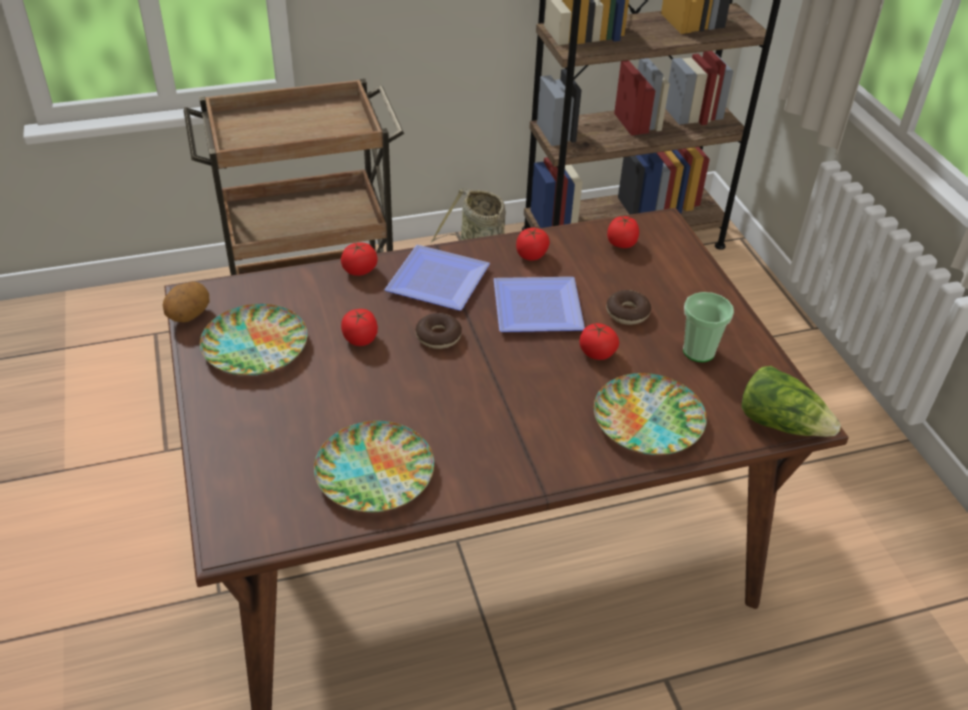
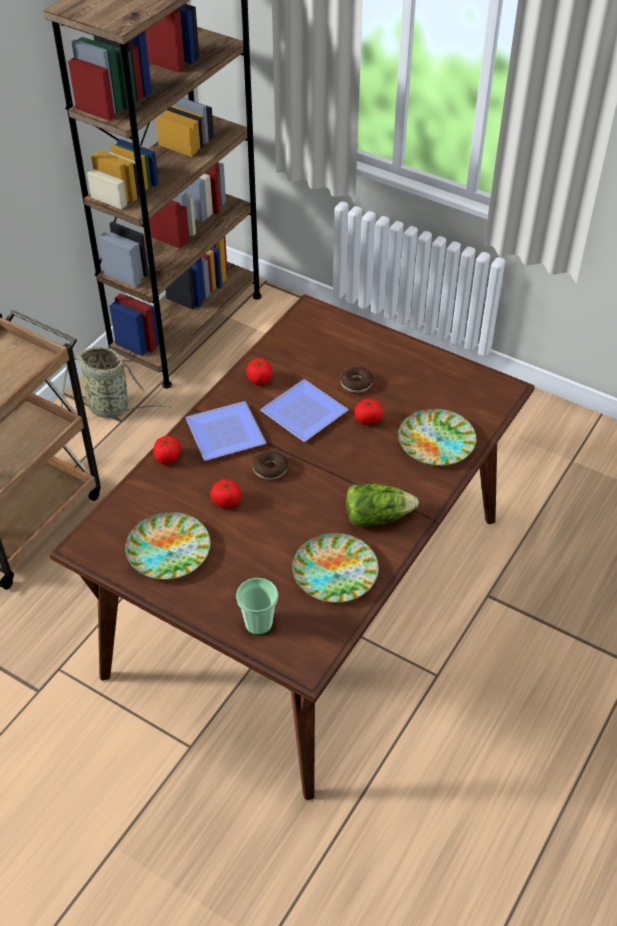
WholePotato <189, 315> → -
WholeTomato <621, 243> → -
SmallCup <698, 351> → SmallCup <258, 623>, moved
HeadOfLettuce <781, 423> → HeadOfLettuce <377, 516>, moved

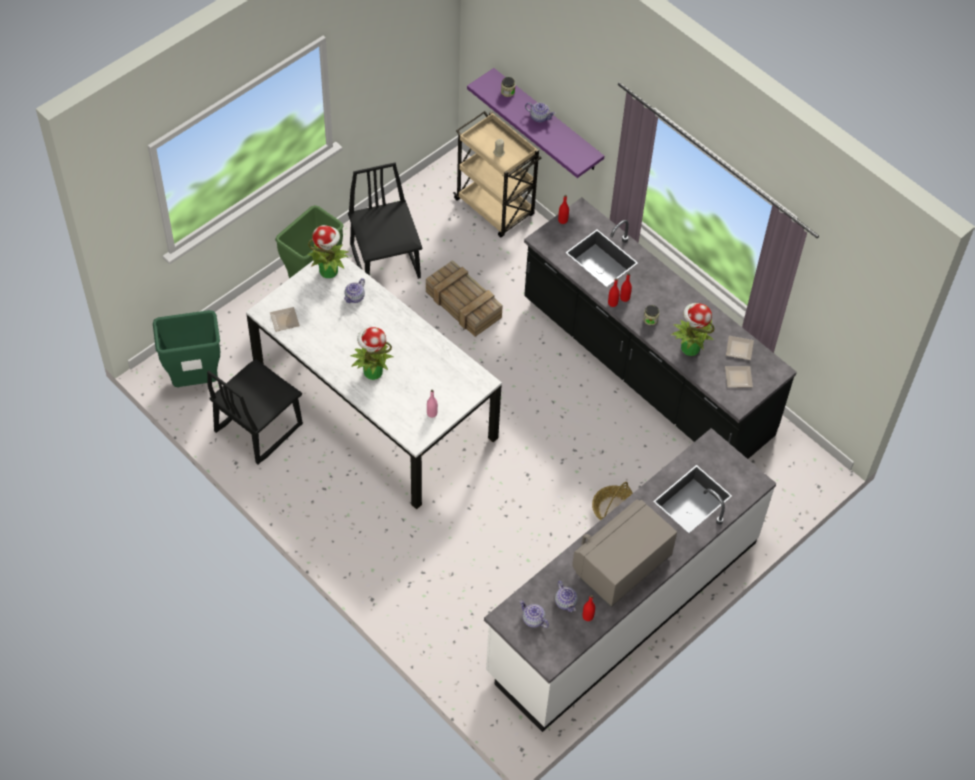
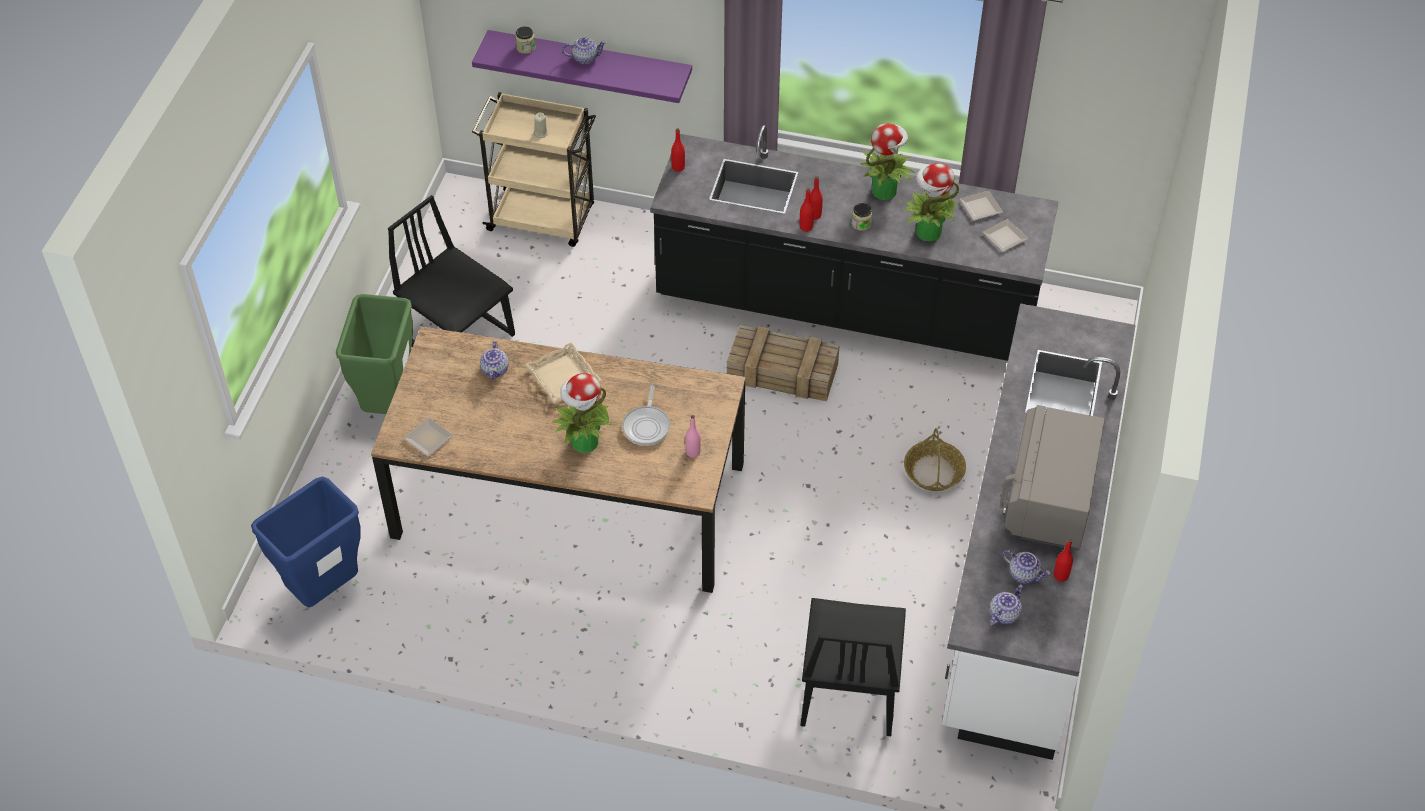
GreenColouredWasteBin <196, 380> → BlueColouredWasteBin <325, 589>
BlackUprightChair <258, 427> → BlackUprightChair <848, 690>, moved
WhiteColouredDinnerTable <376, 403> → BrownDinnerTable <570, 500>
PlantInAPot <329, 270> → PlantInAPot <884, 190>, moved
ShippingCrate <464, 305> → ShippingCrate <784, 372>, moved
TeaPot <533, 619> → TeaPot <1004, 614>, 120 degrees clockwise
- → SandColouredServingTray <563, 377>
- → Pan <647, 426>

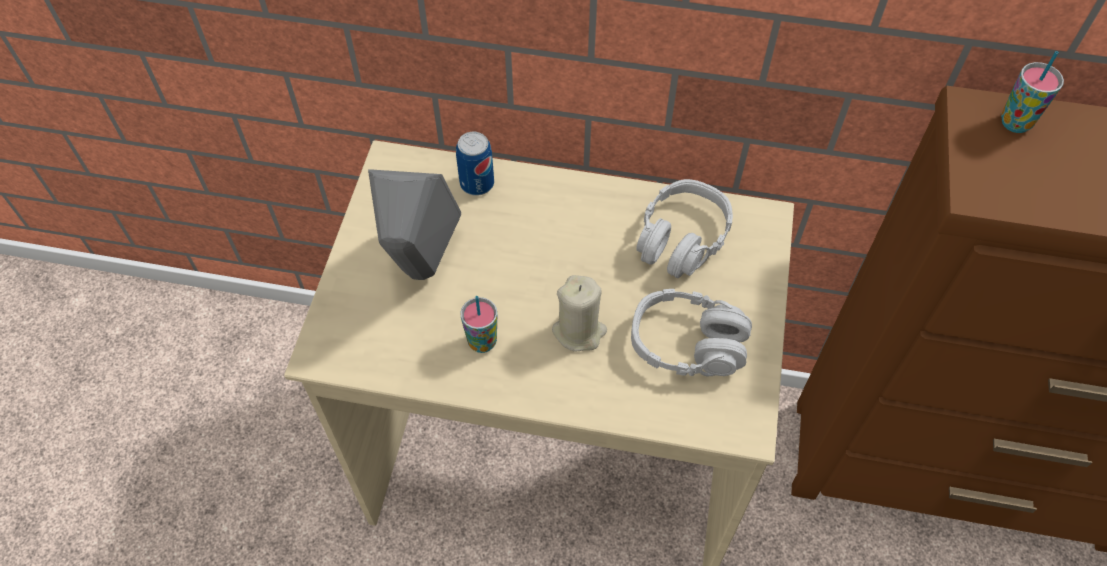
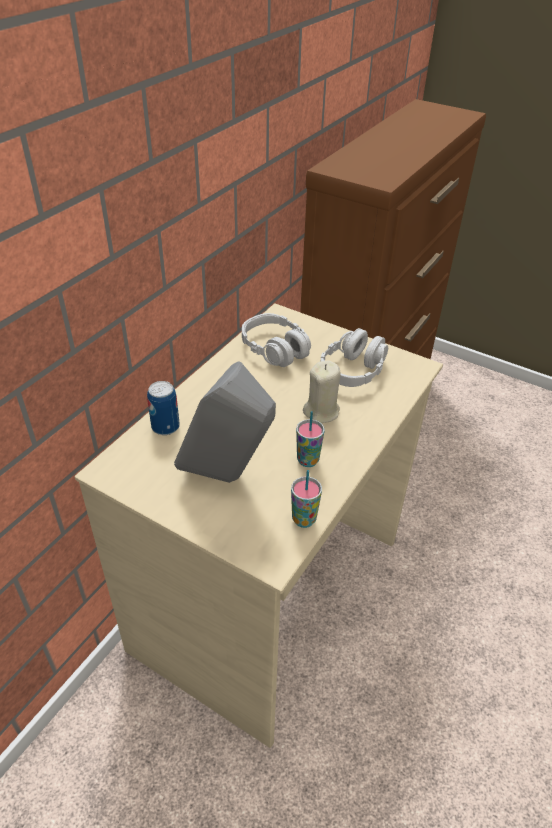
SmallCup <1015, 123> → SmallCup <304, 519>, moved

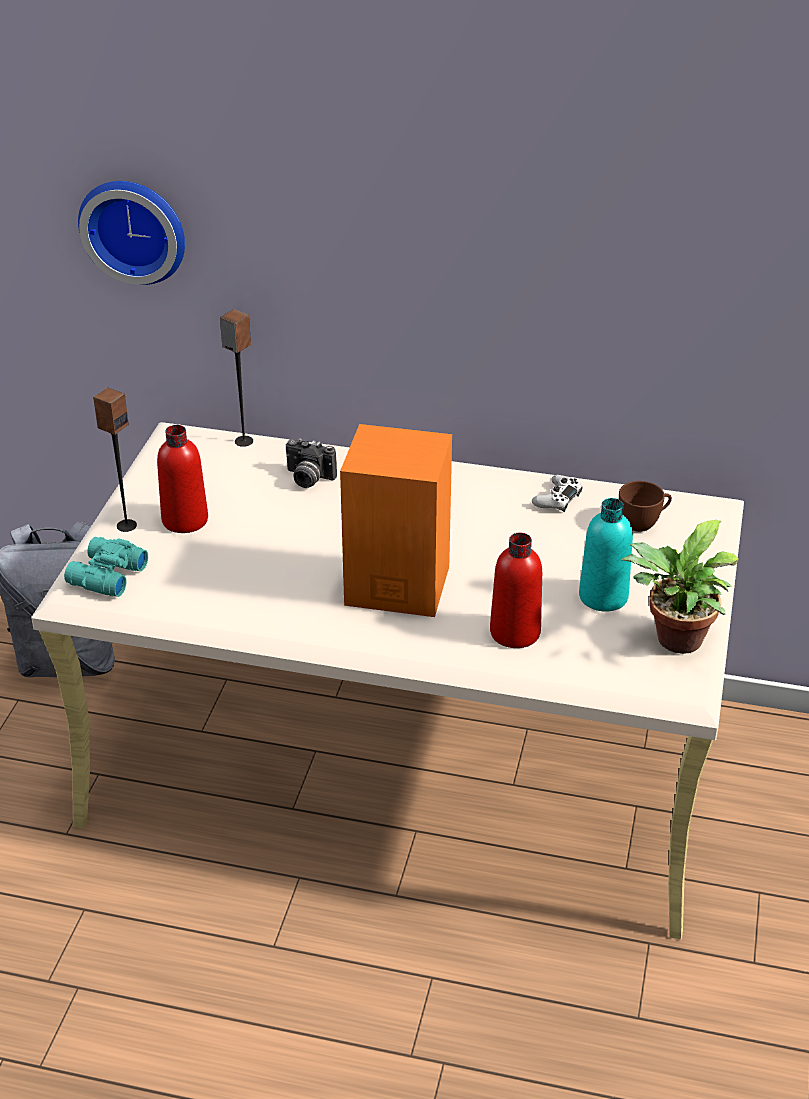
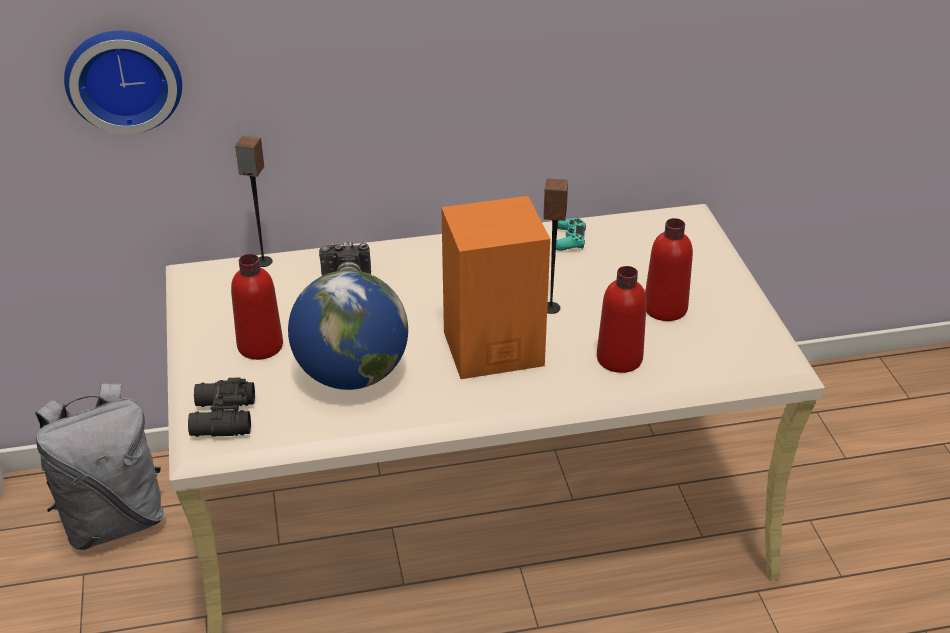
BlueGreenBinoculars <105, 576> → BlackBinoculars <221, 419>
AudioSpeaker <126, 525> → AudioSpeaker <550, 308>, moved
WhiteColouredJoypad <557, 499> → BlueGreenJoypad <569, 240>
BlueGreenBeverageBottle <603, 596> → RedColouredBeverageBottle <665, 308>
BrownSmallCup <643, 523> → -
PlantInAPot <675, 642> → -
- → DeskGlobe <352, 375>

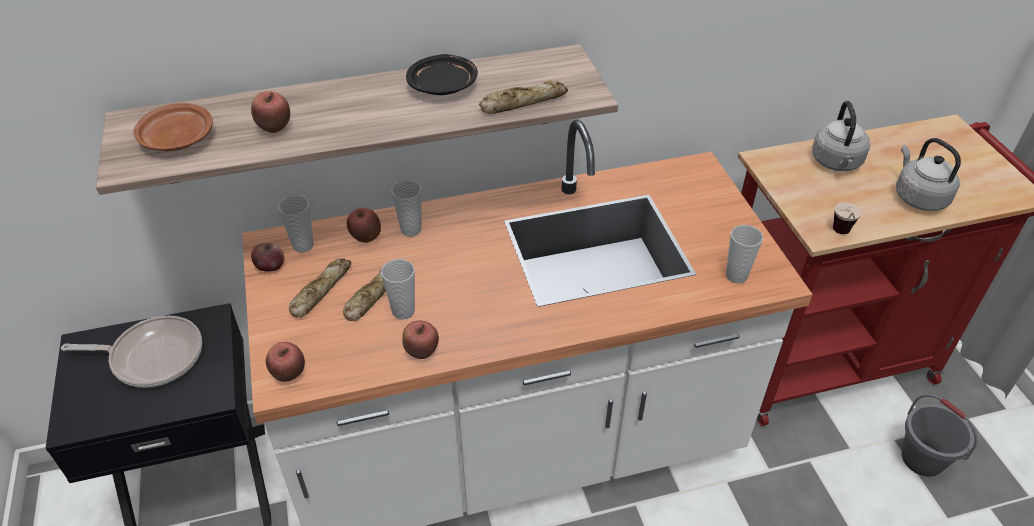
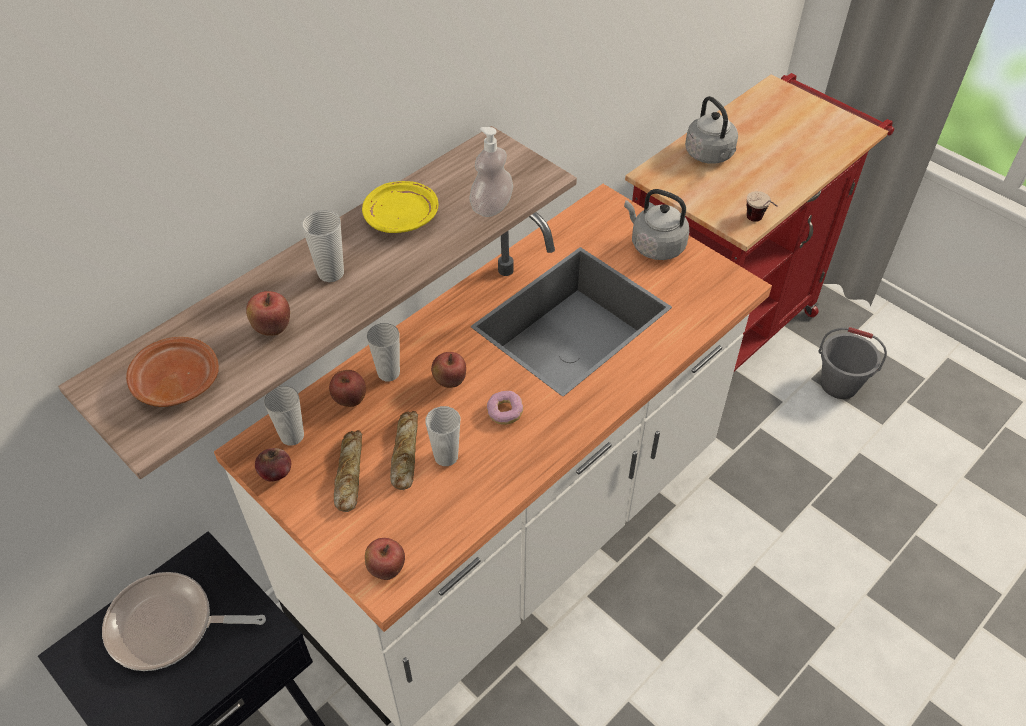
Pan <152, 356> → Pan <168, 626>, 150 degrees counterclockwise
AppleFruit <421, 352> → AppleFruit <449, 382>, moved
BlackDinnerPlate <443, 85> → YellowColouredDinnerPlate <402, 217>
Bread <522, 102> → LiquidSoapBottle <491, 207>
SmallCup <736, 276> → SmallCup <331, 273>, moved
GrayTeaKettle <918, 197> → GrayTeaKettle <655, 245>, moved
- → Doughnut <505, 412>

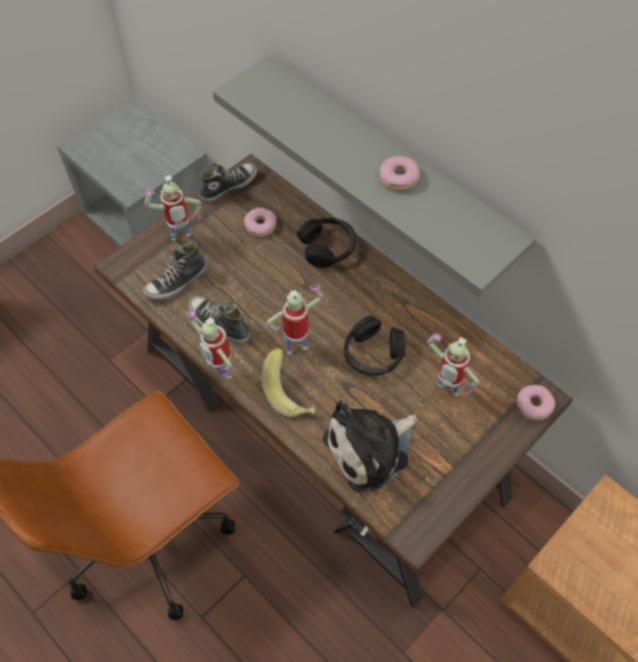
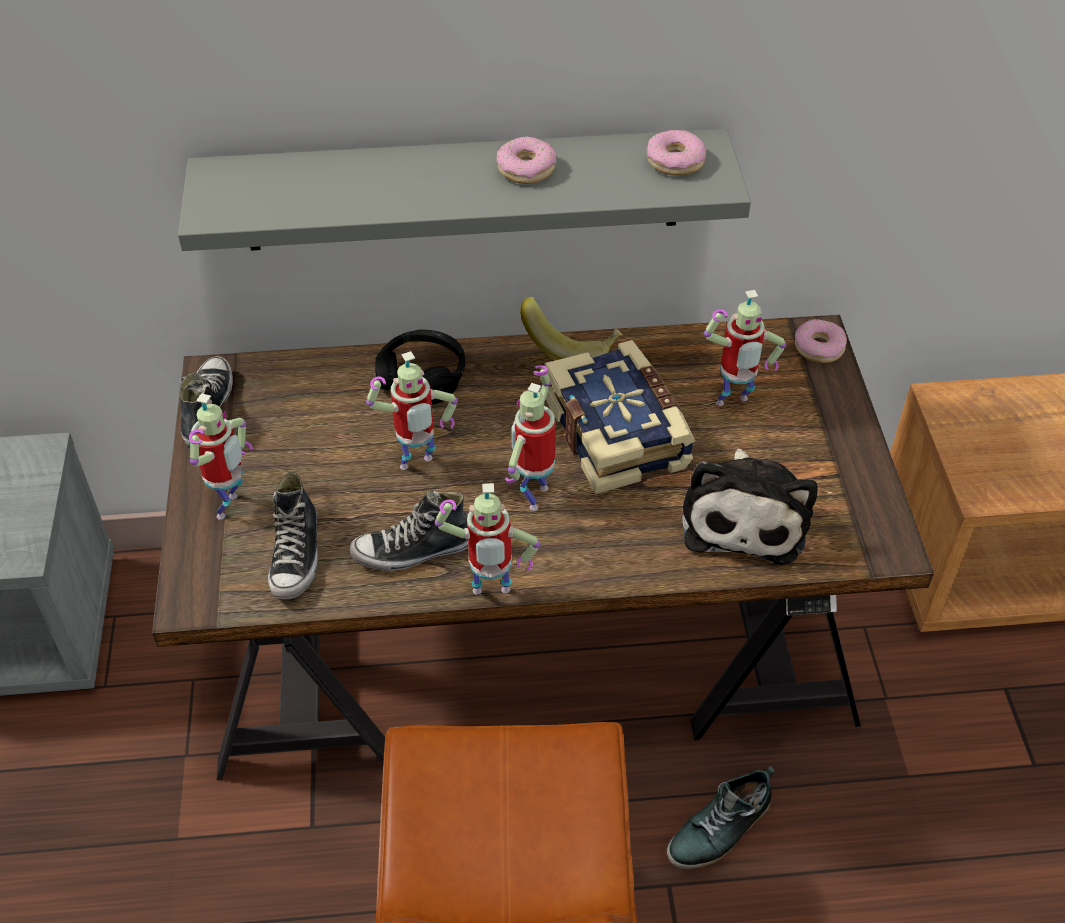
Doughnut <260, 225> → Doughnut <675, 161>, moved
Banana <290, 393> → Banana <571, 346>, moved
BlackHeadset <373, 354> → BoundBook <619, 433>
- → ToyRobot <417, 466>
- → LowShoe <720, 829>

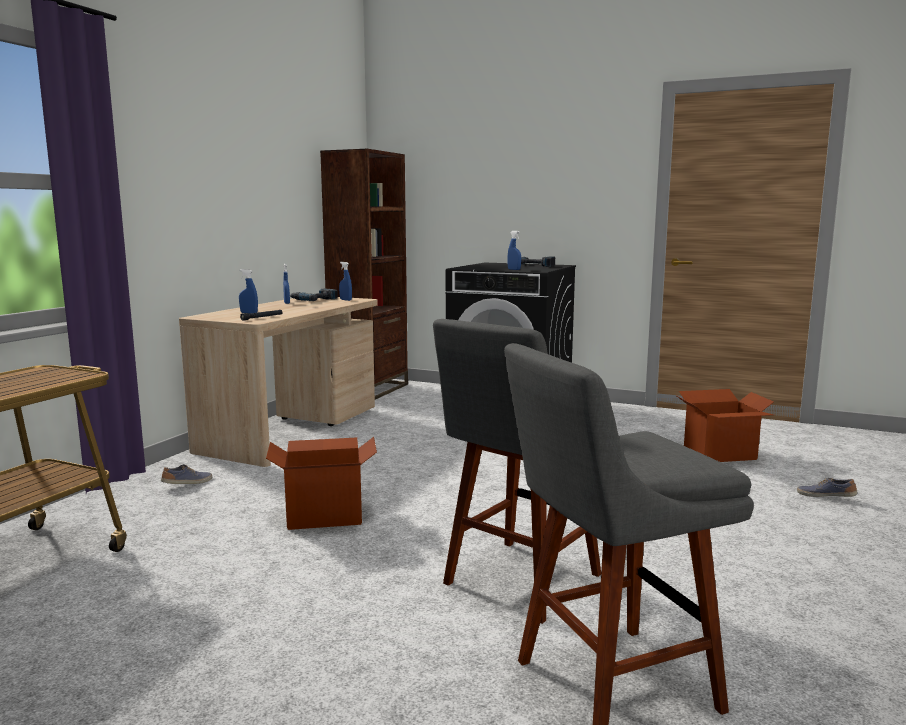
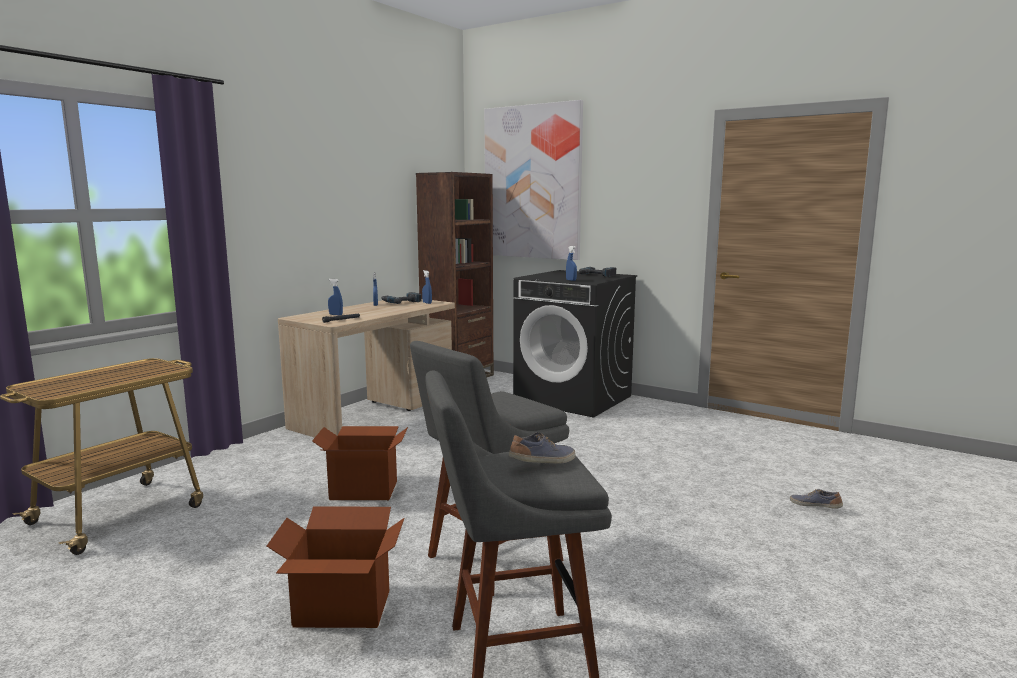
LowShoe <188, 484> → LowShoe <543, 463>, moved
Carton <720, 454> → Carton <342, 609>, moved
- → WallPicture <532, 182>

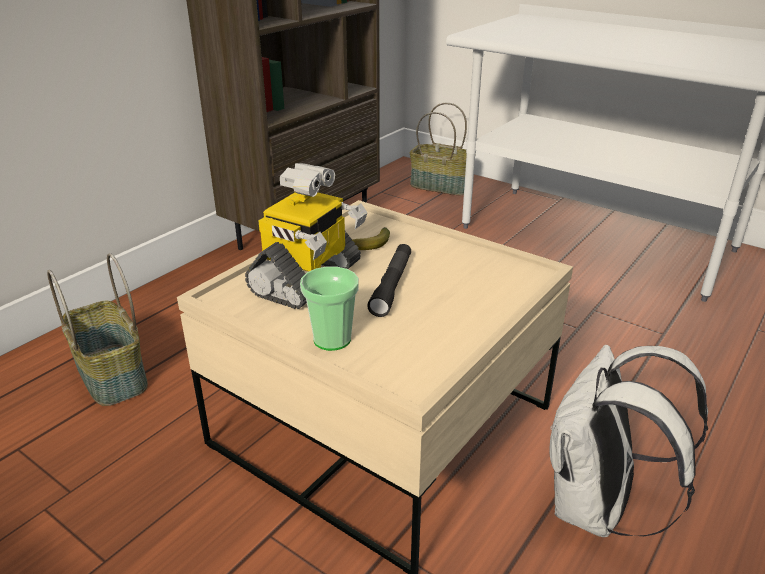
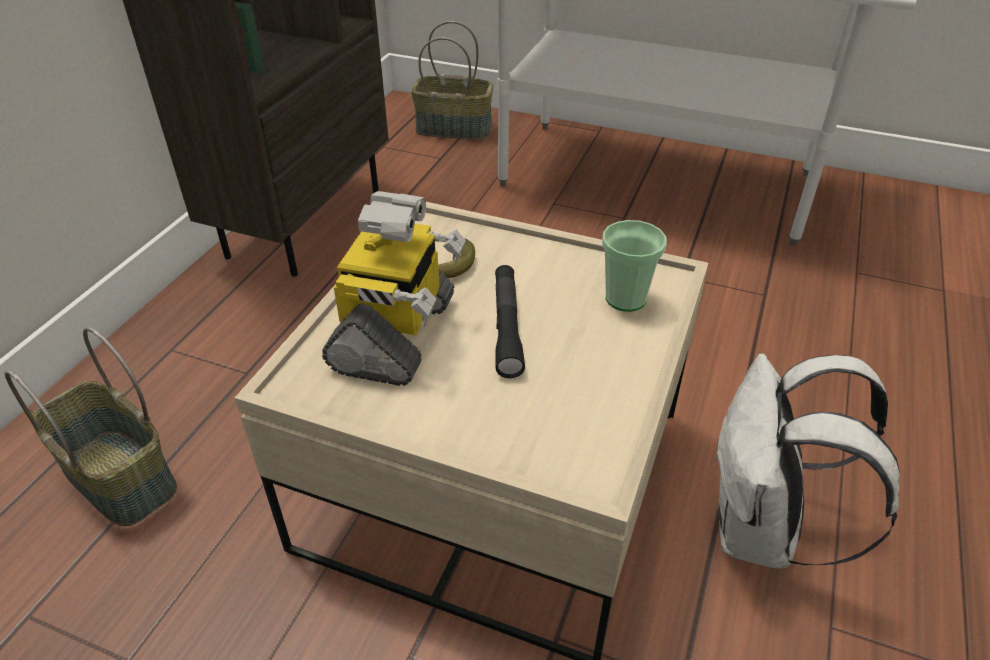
SmallCup <332, 339> → SmallCup <625, 298>, moved

